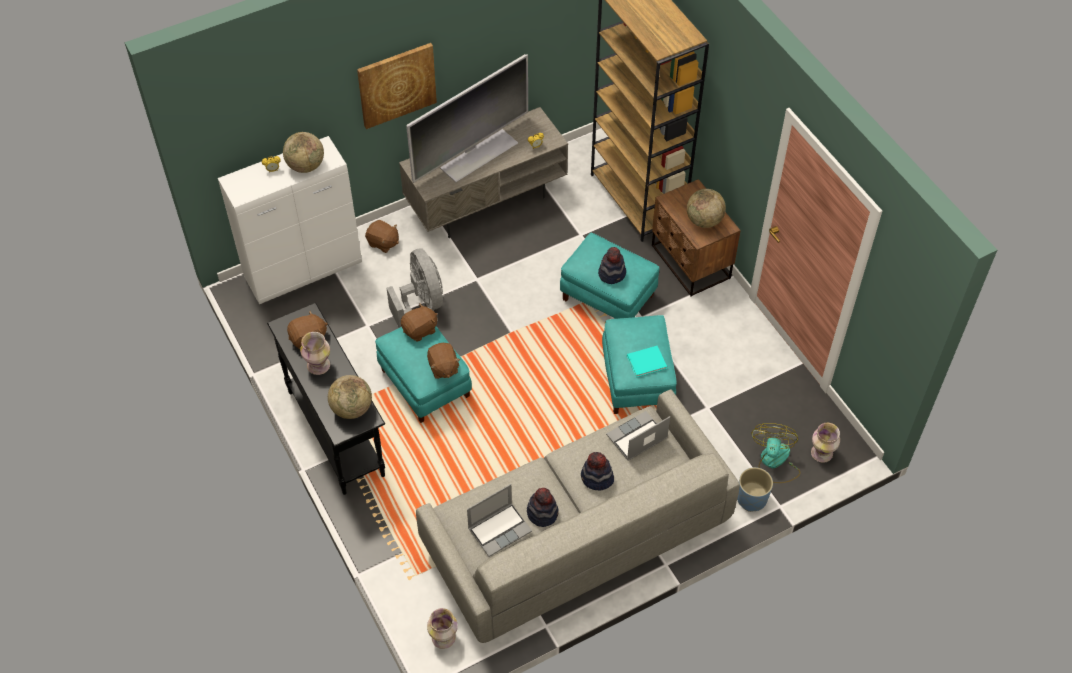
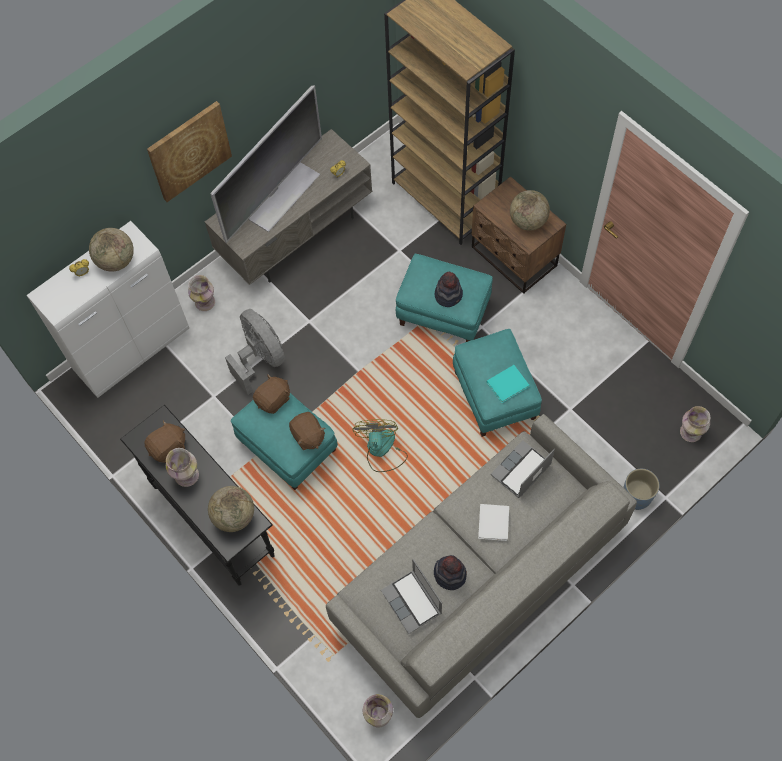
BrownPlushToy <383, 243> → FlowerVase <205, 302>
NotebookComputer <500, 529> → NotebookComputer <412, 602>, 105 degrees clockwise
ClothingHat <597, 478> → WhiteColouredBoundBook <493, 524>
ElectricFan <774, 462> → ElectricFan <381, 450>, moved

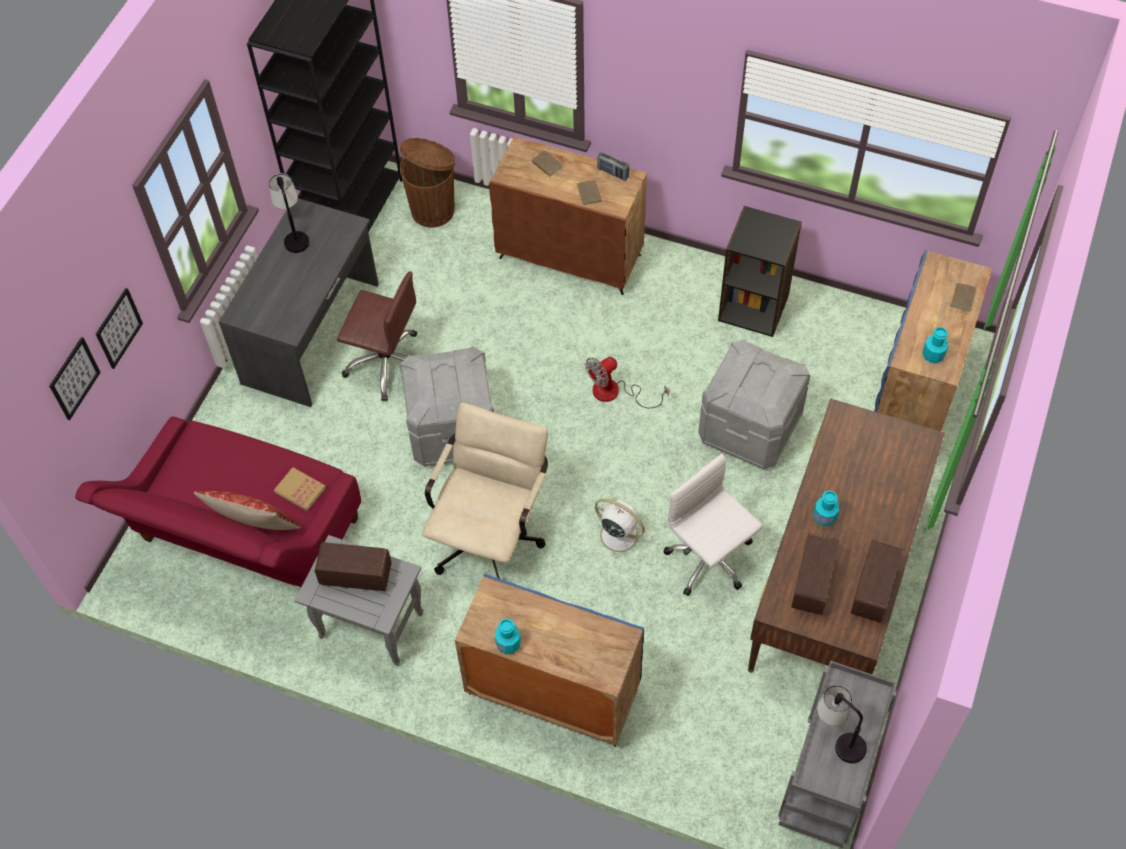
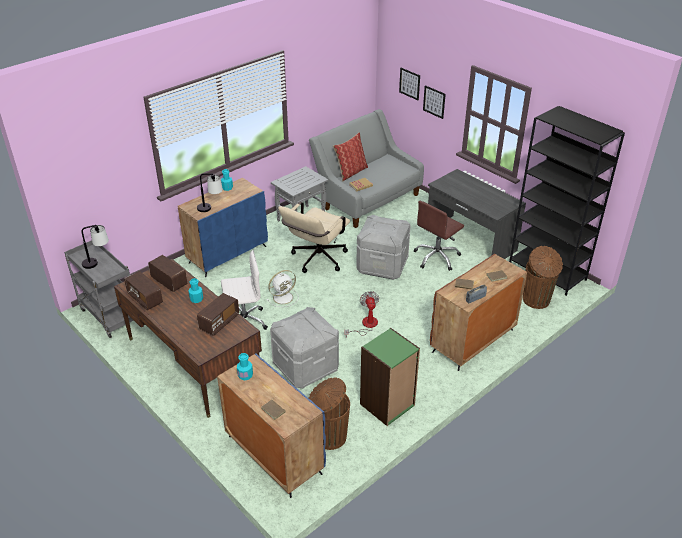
RedColouredSettee <245, 541> → GraySettee <367, 199>
TabletopLamp <293, 234> → TabletopLamp <211, 209>, moved
Radio <356, 576> → Radio <219, 322>, moved
SandColouredComputerChair <491, 535> → SandColouredComputerChair <316, 260>, 75 degrees clockwise
BlackShelvingUnit <754, 307> → GreenColouredShelvingUnit <387, 405>
- → BrownWasteBin <329, 436>

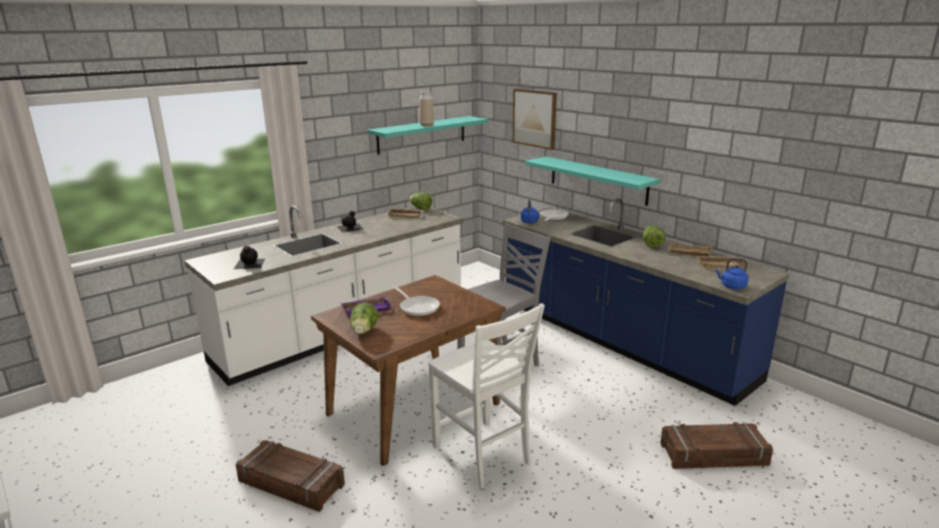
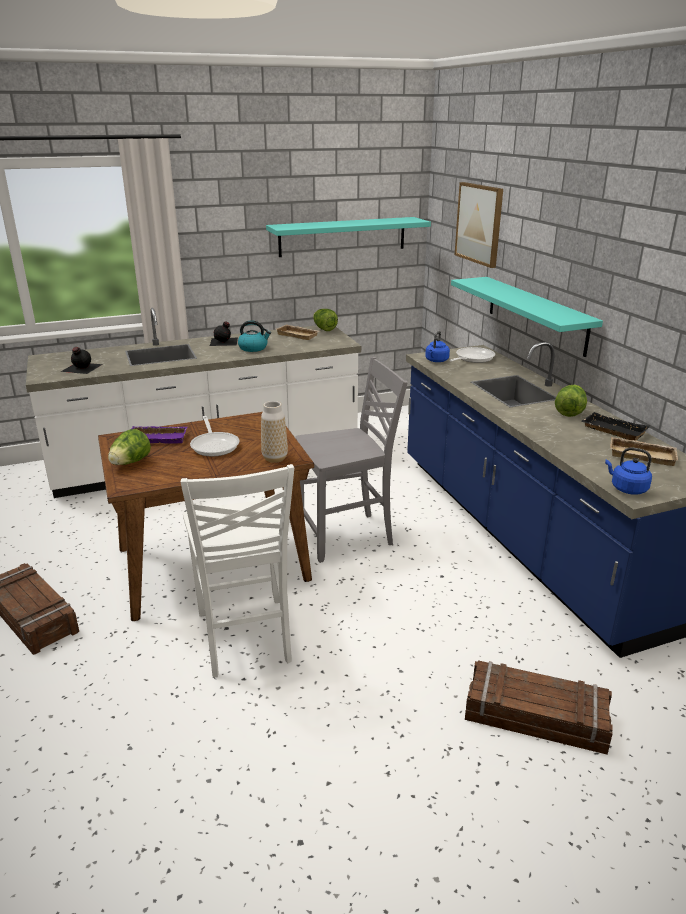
FlowerVase <426, 125> → FlowerVase <275, 458>, moved
SandColouredServingTray <688, 253> → BlackServingTray <612, 431>
- → TeaKettle <253, 348>

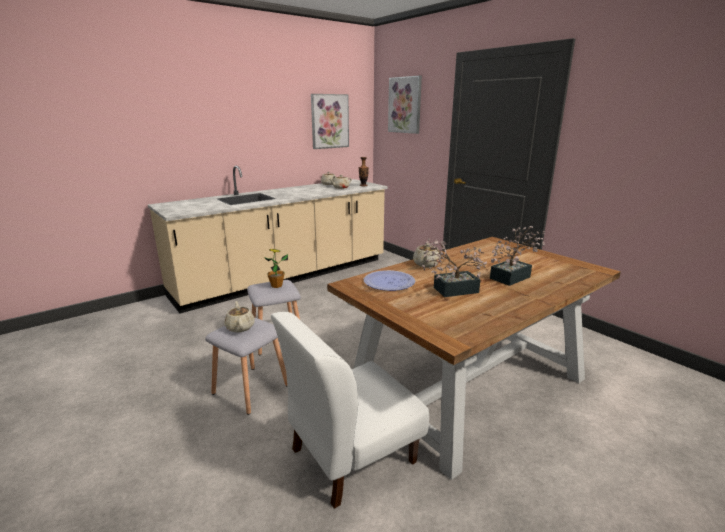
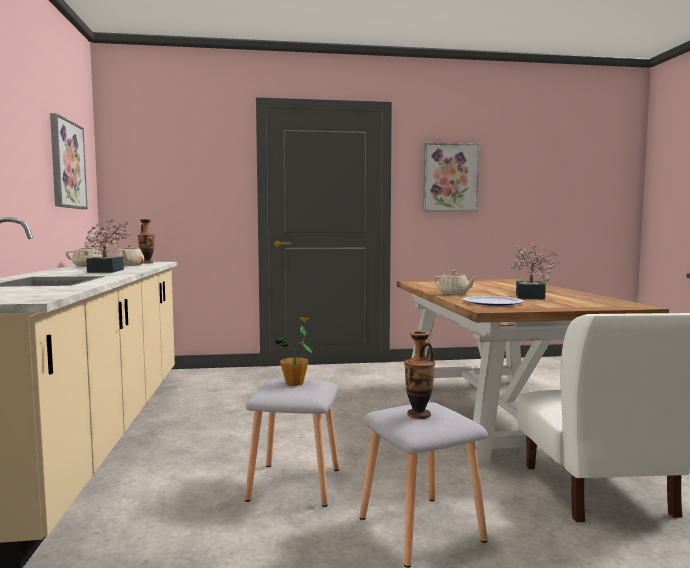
SandColouredTeaPot <240, 327> → FlowerVase <418, 415>
WallPicture <405, 105> → WallPicture <450, 178>, moved
PlantInAPot <513, 276> → PlantInAPot <108, 270>, moved

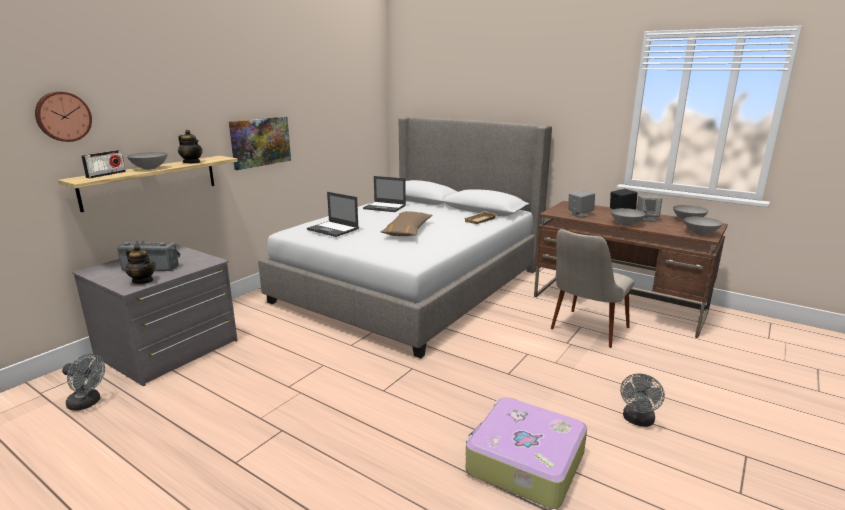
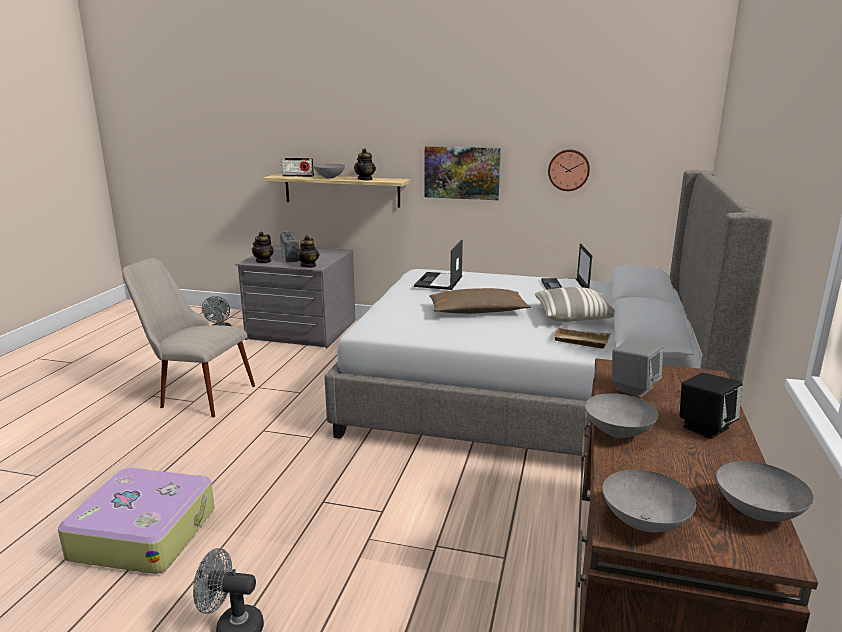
WallClock <63, 116> → WallClock <568, 170>, moved
SandColouredUprightChair <584, 333> → SandColouredUprightChair <196, 394>, moved
GrayAudioSpeaker <646, 219> → -
- → TeaPot <308, 265>
- → Cushion <574, 317>

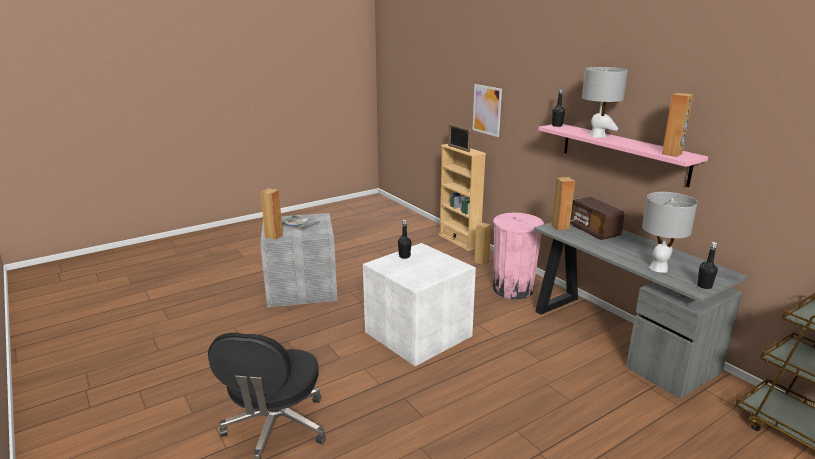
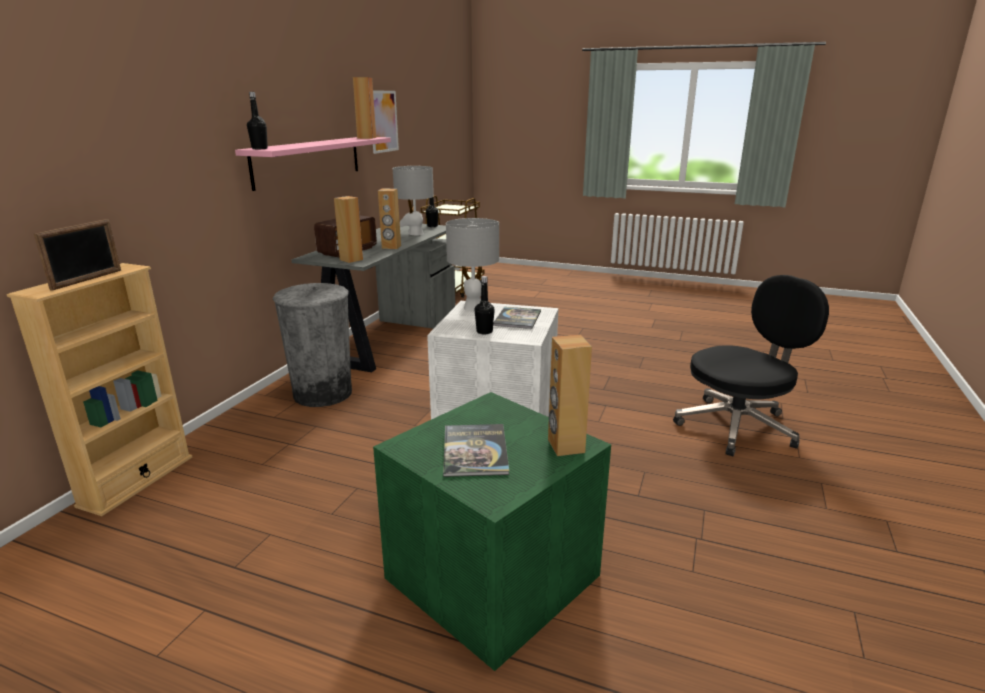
GrayStorageBin <303, 287> → GreenColouredStorageBin <489, 576>
WallPicture <487, 110> → WallPicture <383, 121>, moved
BrownAudioSpeaker <481, 262> → BrownAudioSpeaker <391, 247>, moved
PinkColouredWasteBin <513, 289> → GrayWasteBin <322, 393>
GrayTabletopLamp <597, 136> → GrayTabletopLamp <473, 307>, moved
- → BoundBook <517, 319>

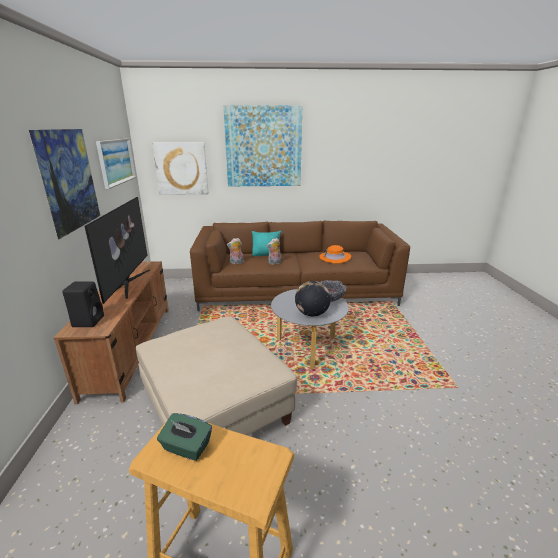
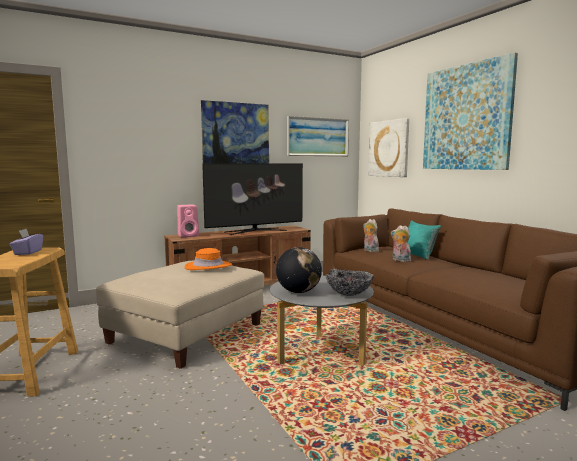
BlackAudioSpeaker <88, 321> → PinkColouredAudioSpeaker <189, 235>
GreenColouredBoxOfTissues <186, 447> → PurplishBoxOfTissues <27, 252>
OrangeyClothingHat <335, 258> → OrangeyClothingHat <208, 266>, moved

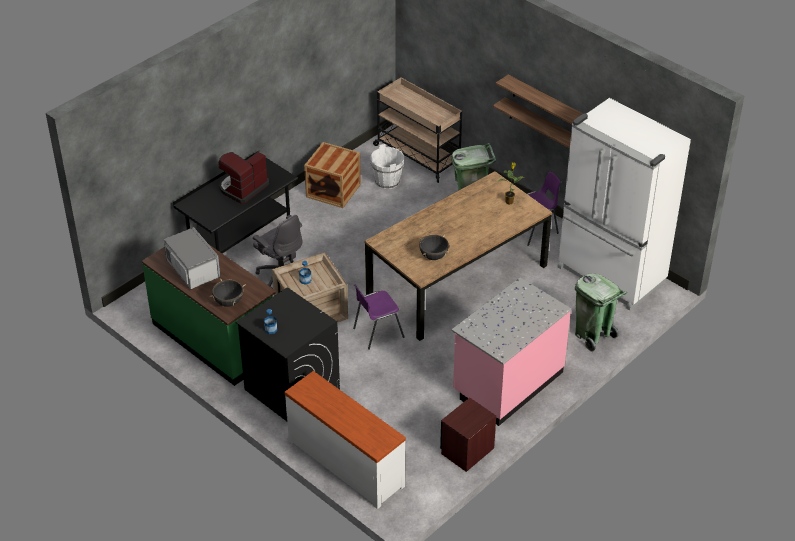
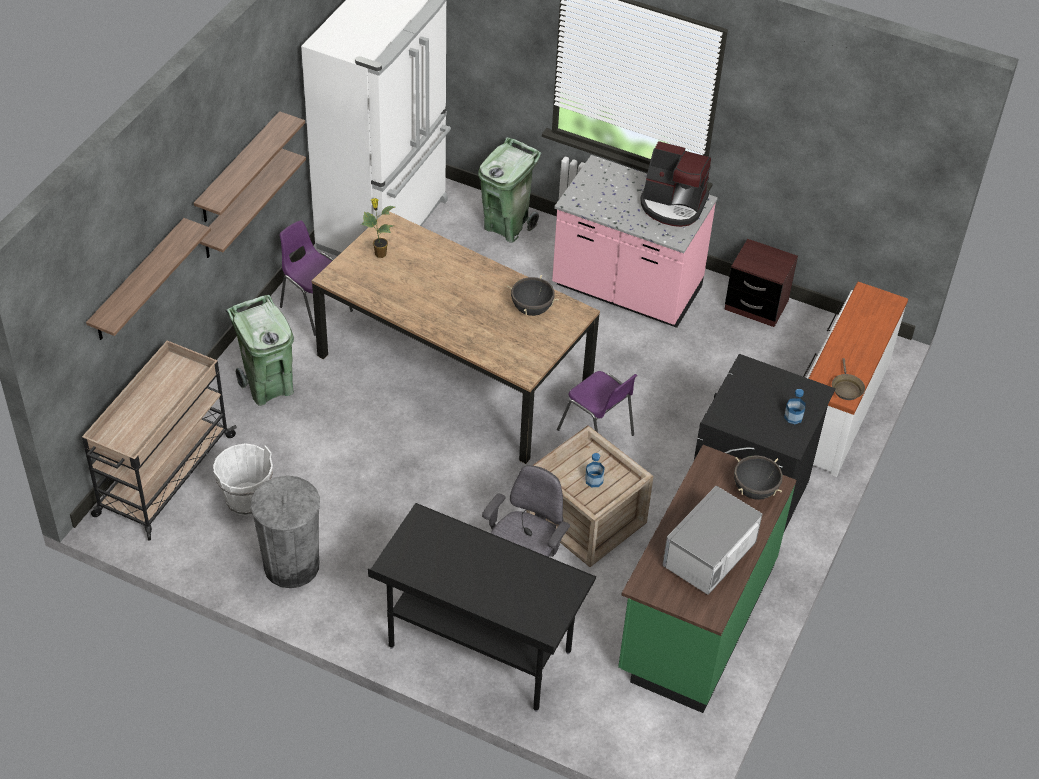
CoffeeMaker <242, 188> → CoffeeMaker <673, 205>, moved
ShippingCrate <333, 190> → GrayWasteBin <291, 565>
- → WallShelf <138, 281>
- → BrownPan <846, 388>

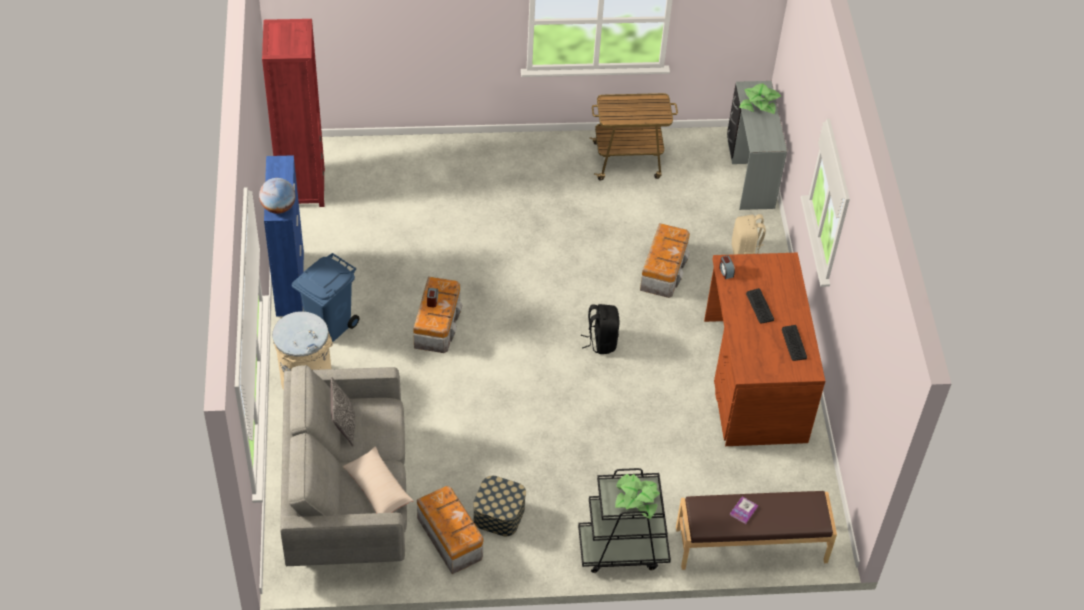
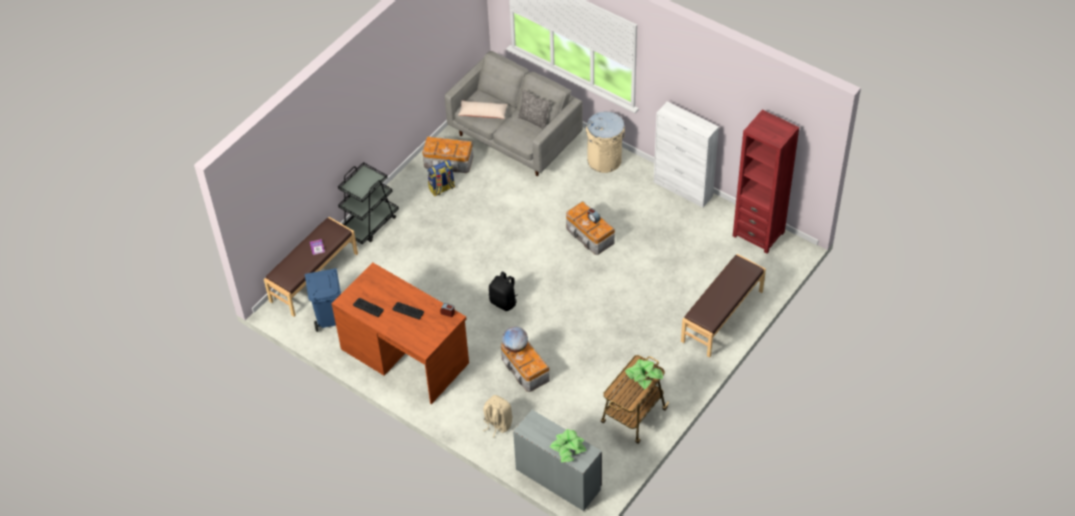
DeskGlobe <278, 207> → DeskGlobe <515, 347>, moved
BlueColouredCabinet <290, 283> → WhiteColouredCabinet <683, 189>
BlueColouredWasteBin <328, 325> → BlueColouredWasteBin <330, 318>, moved
StorageBin <499, 514> → Knapsack <442, 188>
PlantInAPot <636, 498> → PlantInAPot <644, 376>, moved
- → BrownBench <722, 316>

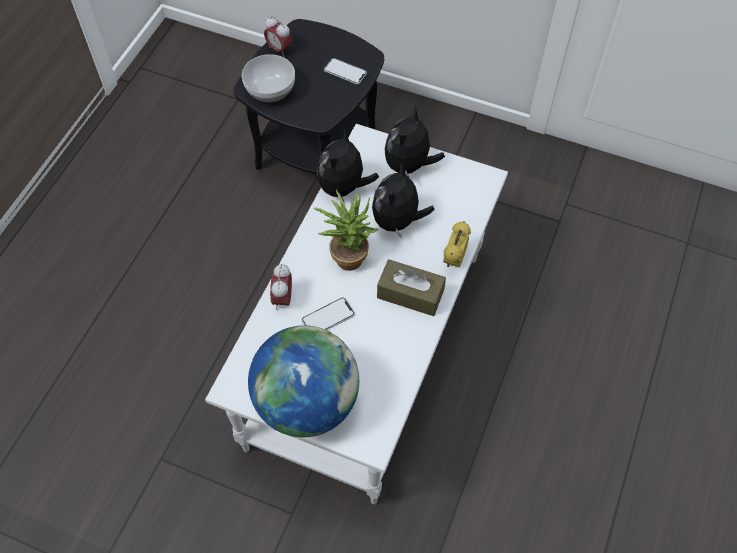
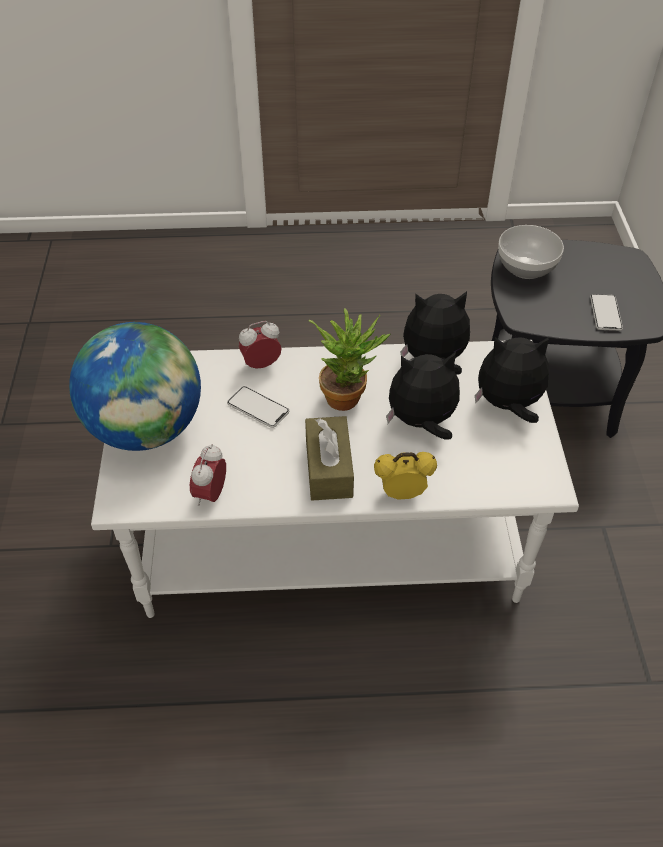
AlarmClock <279, 49> → AlarmClock <211, 494>, moved

